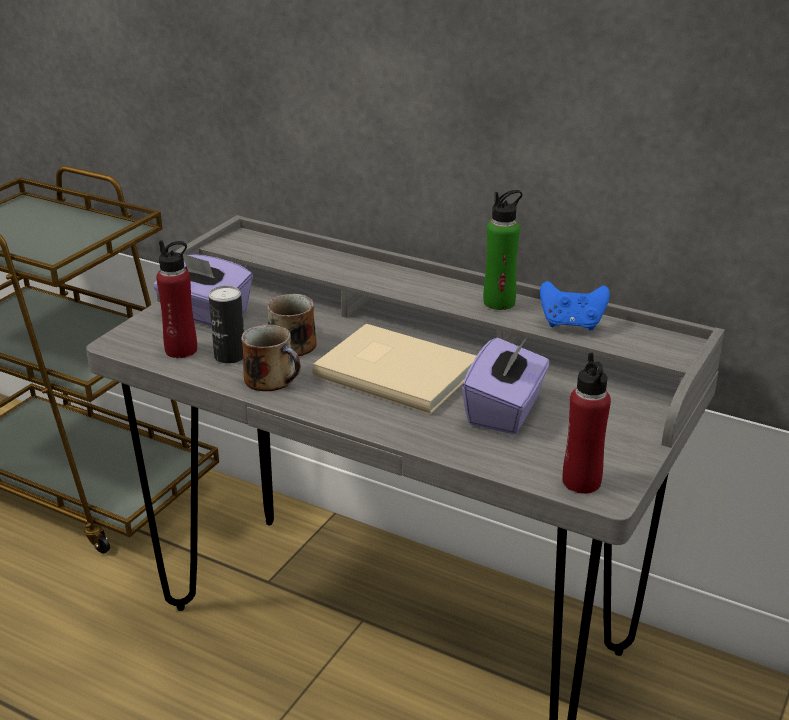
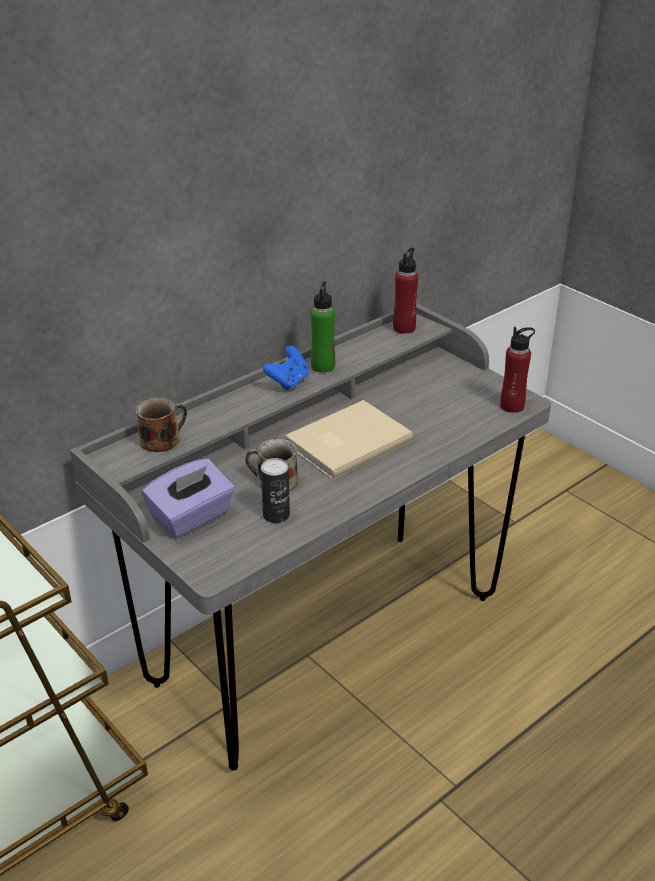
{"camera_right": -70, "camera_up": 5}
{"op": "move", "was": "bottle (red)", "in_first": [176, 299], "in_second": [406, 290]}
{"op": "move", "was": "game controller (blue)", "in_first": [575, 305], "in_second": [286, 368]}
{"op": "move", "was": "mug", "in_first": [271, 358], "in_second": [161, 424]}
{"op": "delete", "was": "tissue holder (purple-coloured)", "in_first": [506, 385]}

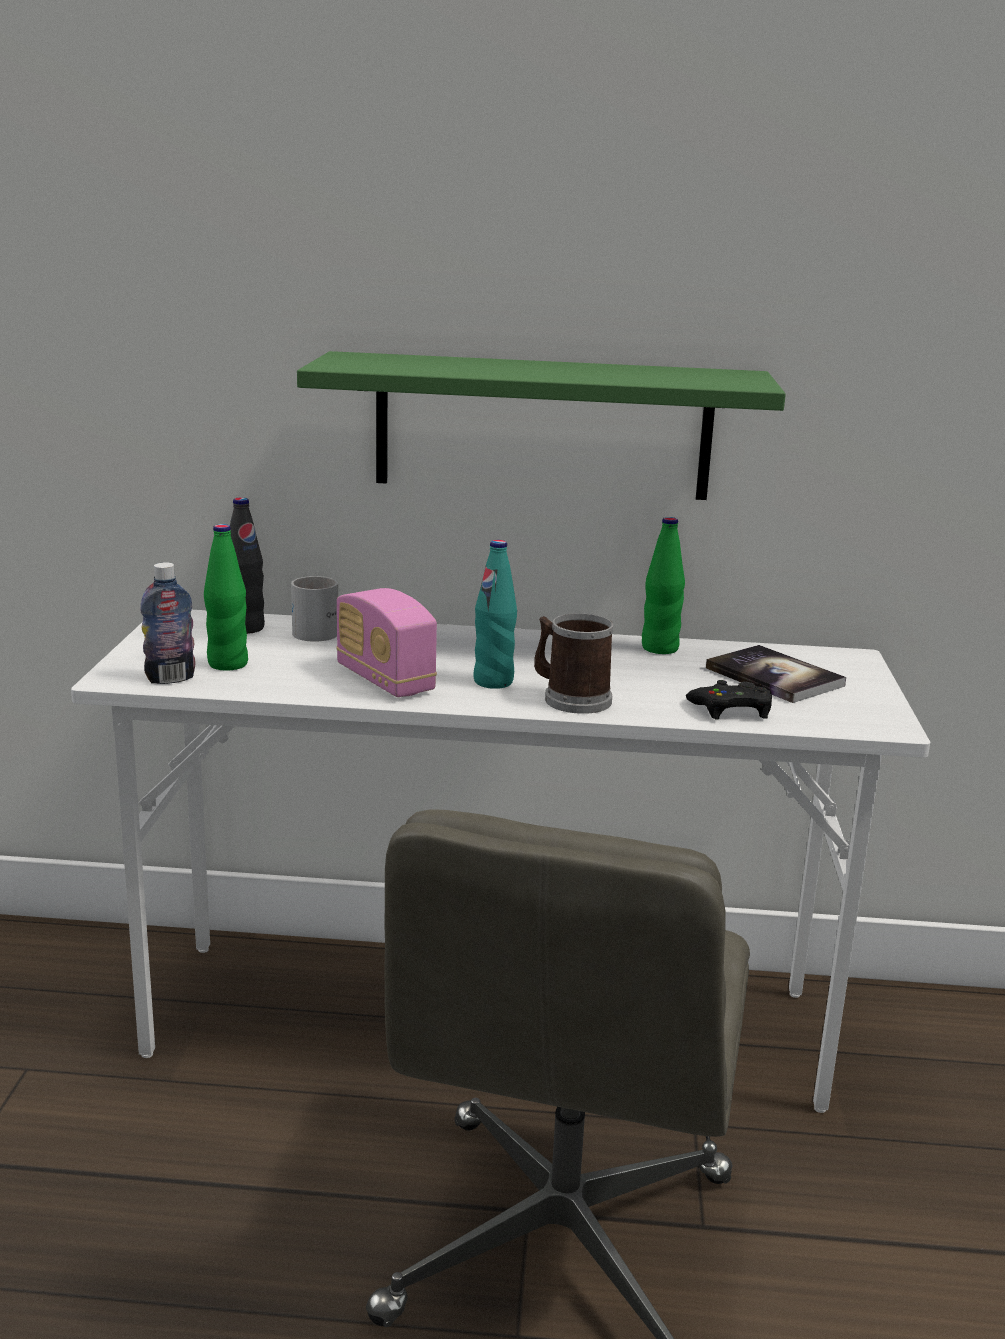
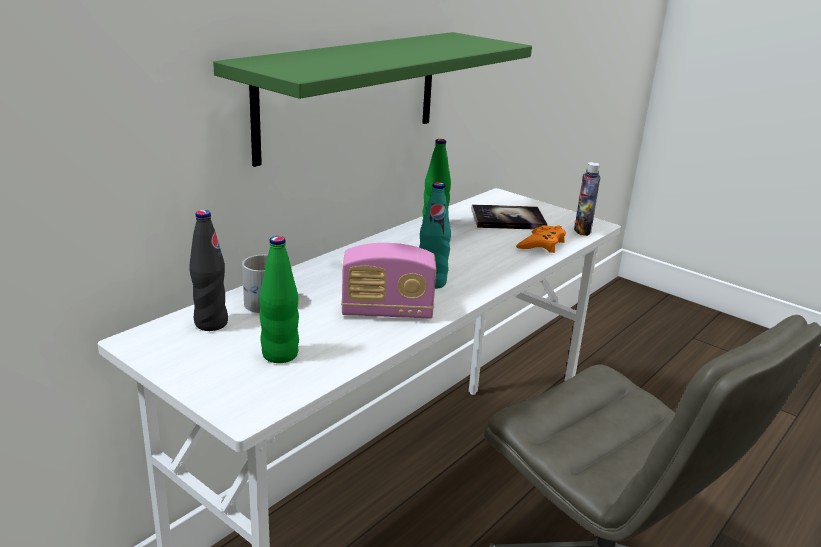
{"camera_right": -55, "camera_up": 5}
{"op": "move", "was": "bottle", "in_first": [167, 623], "in_second": [587, 199]}
{"op": "delete", "was": "mug", "in_first": [573, 663]}
{"op": "recolor", "was": "game controller (black)", "now": "game controller (orange)", "in_first": [729, 699], "in_second": [541, 239]}

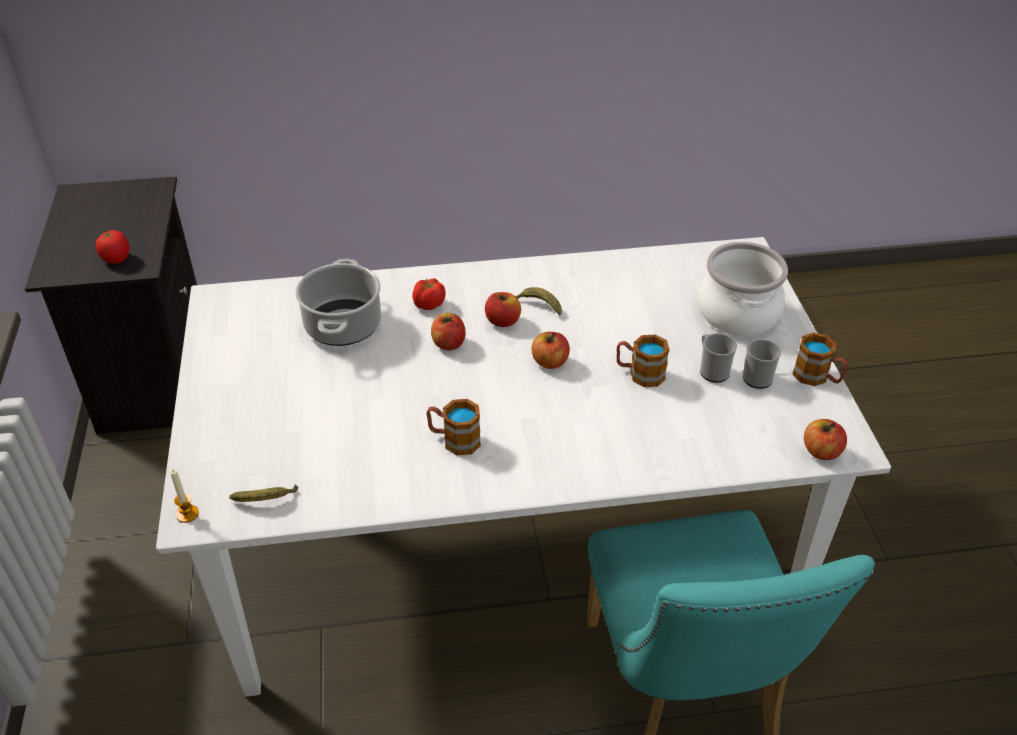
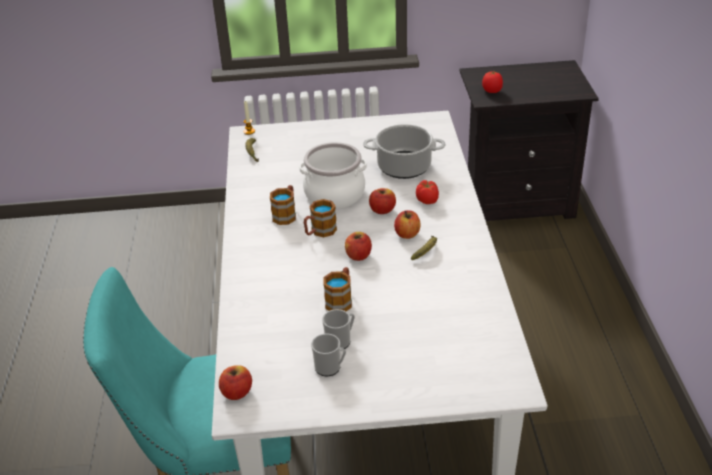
{"camera_right": 95, "camera_up": -5}
{"op": "move", "was": "stockpot", "in_first": [742, 289], "in_second": [333, 175]}
{"op": "move", "was": "mug", "in_first": [820, 359], "in_second": [320, 218]}

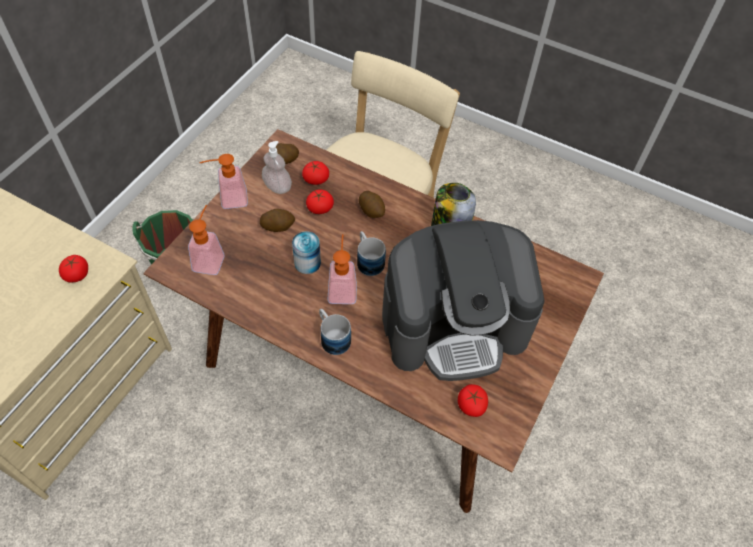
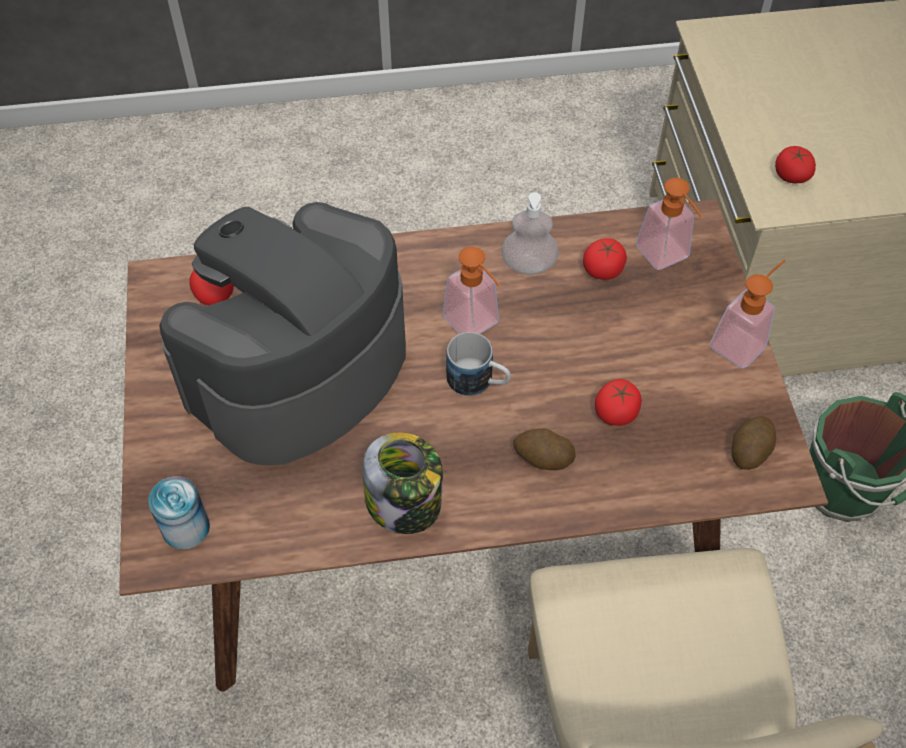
{"camera_right": 145, "camera_up": 0}
{"op": "move", "was": "soap dispenser", "in_first": [277, 167], "in_second": [530, 233]}
{"op": "move", "was": "fresh tomato", "in_first": [315, 173], "in_second": [605, 259]}
{"op": "delete", "was": "spud", "in_first": [277, 220]}
{"op": "move", "was": "metal can", "in_first": [306, 252], "in_second": [179, 513]}
{"op": "delete", "was": "mug", "in_first": [335, 332]}

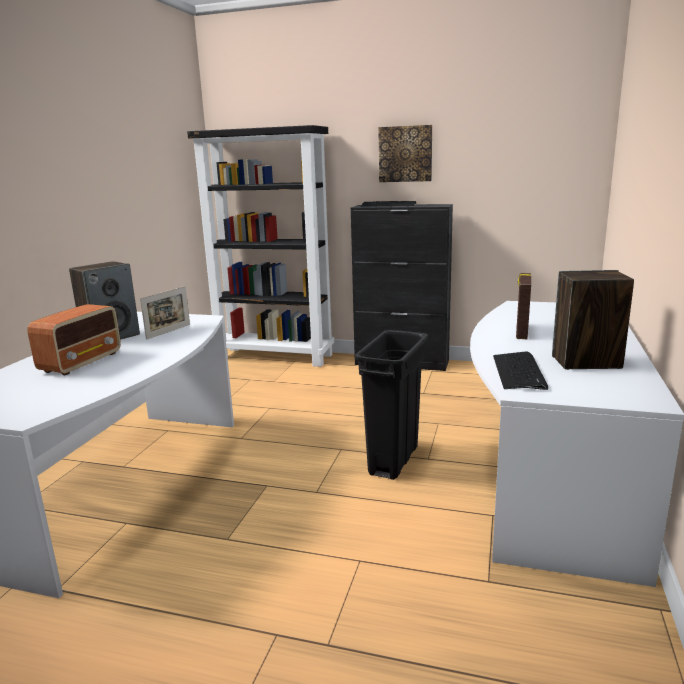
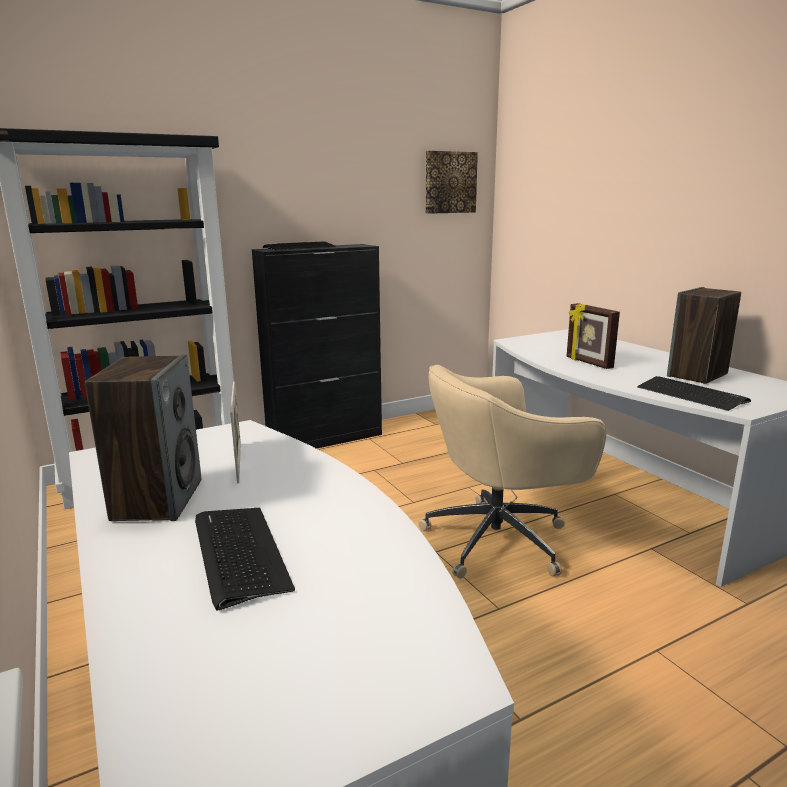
{"camera_right": -45, "camera_up": 0}
{"op": "move", "was": "wall art", "in_first": [405, 153], "in_second": [451, 182]}
{"op": "replace", "was": "radio set", "now": "keyboard", "in_first": [74, 339], "in_second": [245, 559]}
{"op": "replace", "was": "trash can (black)", "now": "office chair (beige)", "in_first": [391, 405], "in_second": [512, 471]}

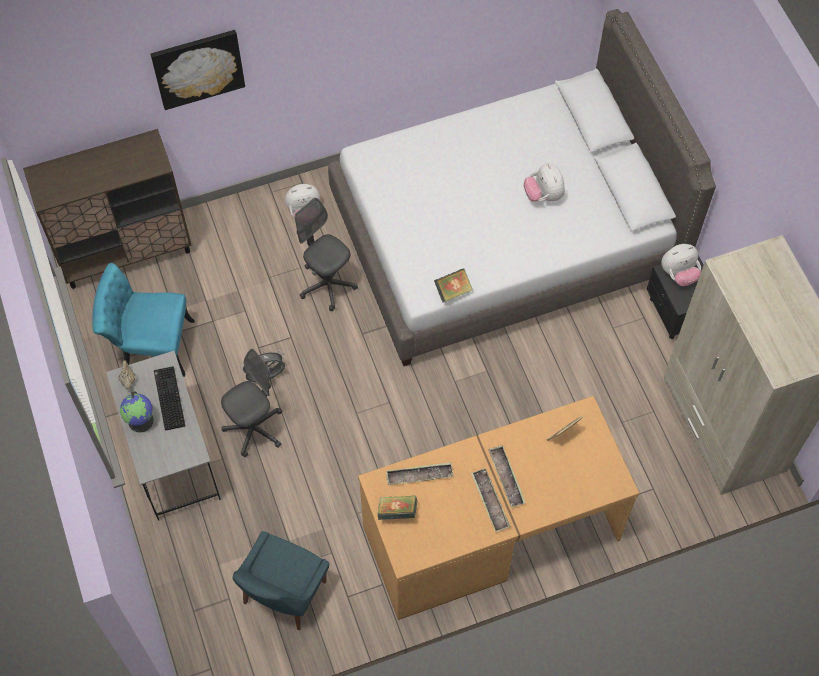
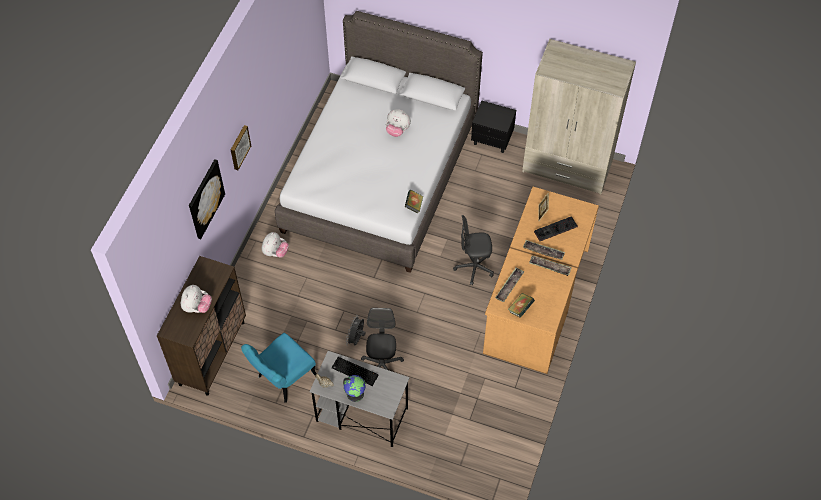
{"camera_right": -50, "camera_up": -5}
{"op": "move", "was": "office chair (greyish)", "in_first": [326, 254], "in_second": [473, 250]}
{"op": "move", "was": "soft toy", "in_first": [681, 265], "in_second": [196, 299]}
{"op": "delete", "was": "plain chair (blue)", "in_first": [281, 580]}
{"op": "insert", "now": "wall art", "in_second": [241, 147]}
{"op": "insert", "now": "keyboard", "in_second": [556, 228]}

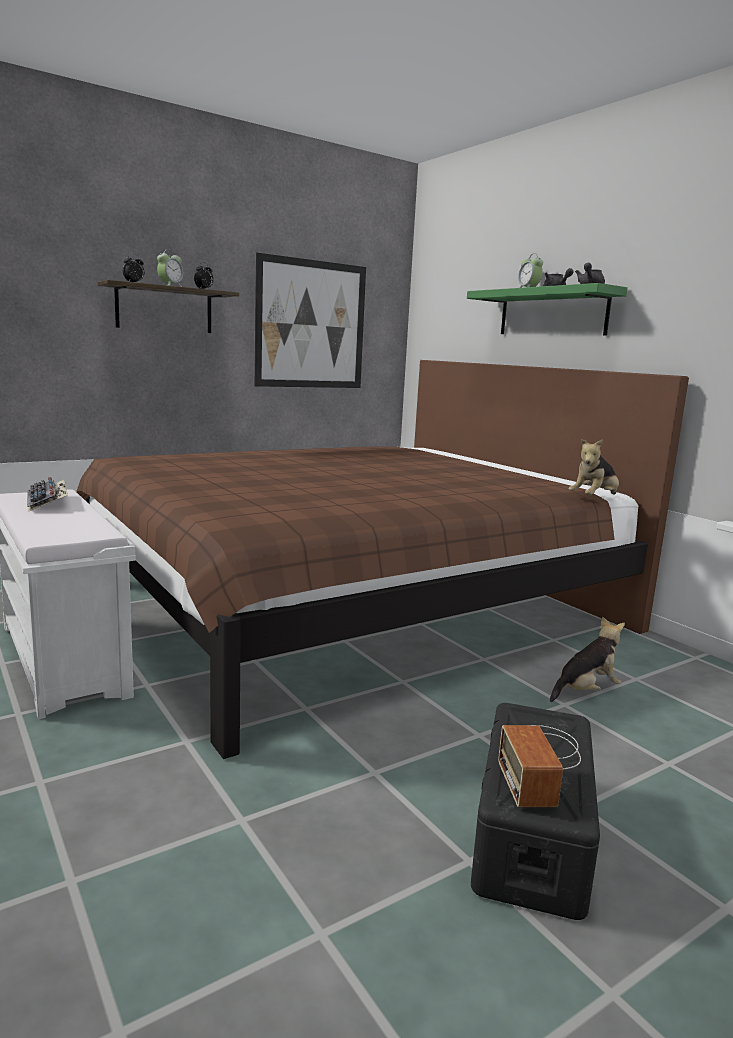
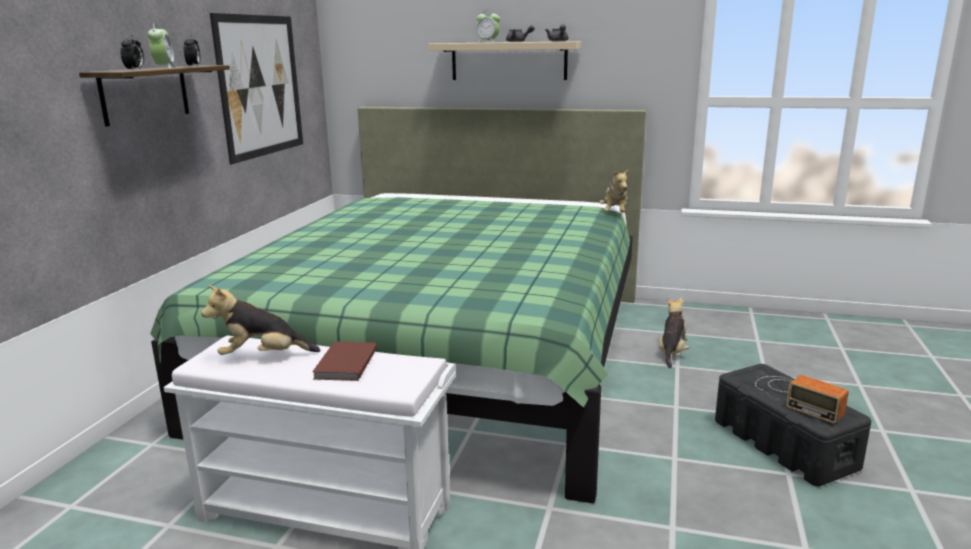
{"camera_right": -40, "camera_up": 5}
{"op": "recolor", "was": "wall shelf (green-coloured)", "now": "wall shelf (beige)", "in_first": [547, 309], "in_second": [505, 60]}
{"op": "recolor", "was": "bedroom bed (brownish)", "now": "bedroom bed (green-coloured)", "in_first": [382, 559], "in_second": [398, 305]}
{"op": "replace", "was": "keyboard", "now": "soft toy", "in_first": [47, 494], "in_second": [261, 320]}
{"op": "insert", "now": "volume (brownish)", "in_second": [344, 361]}

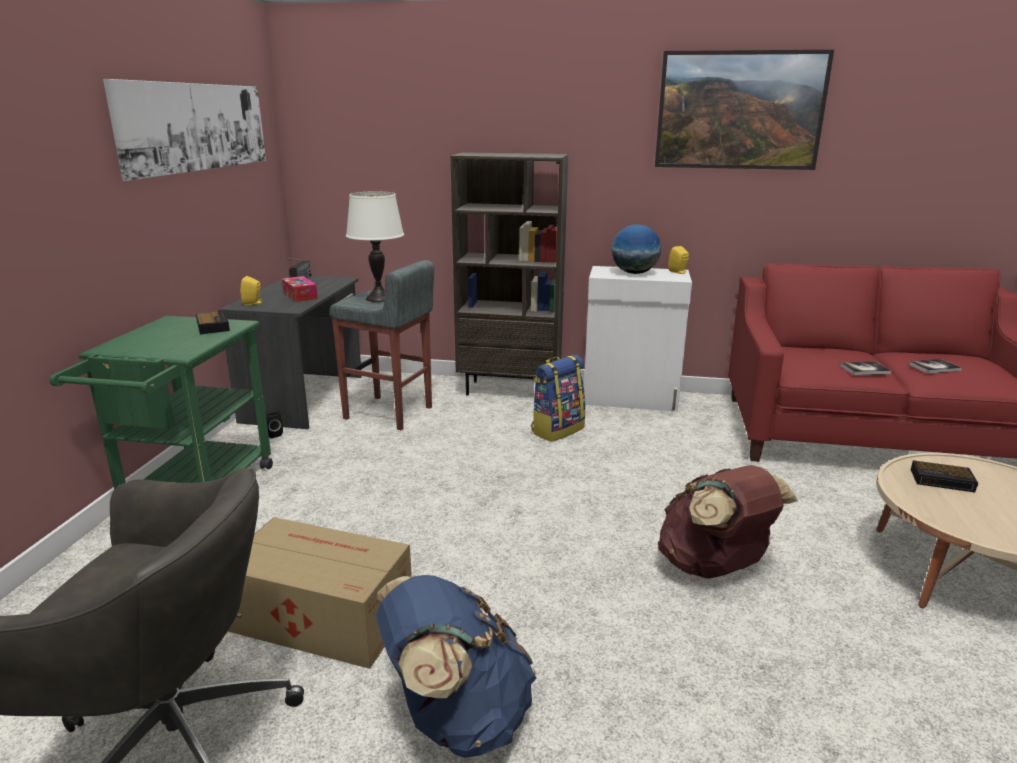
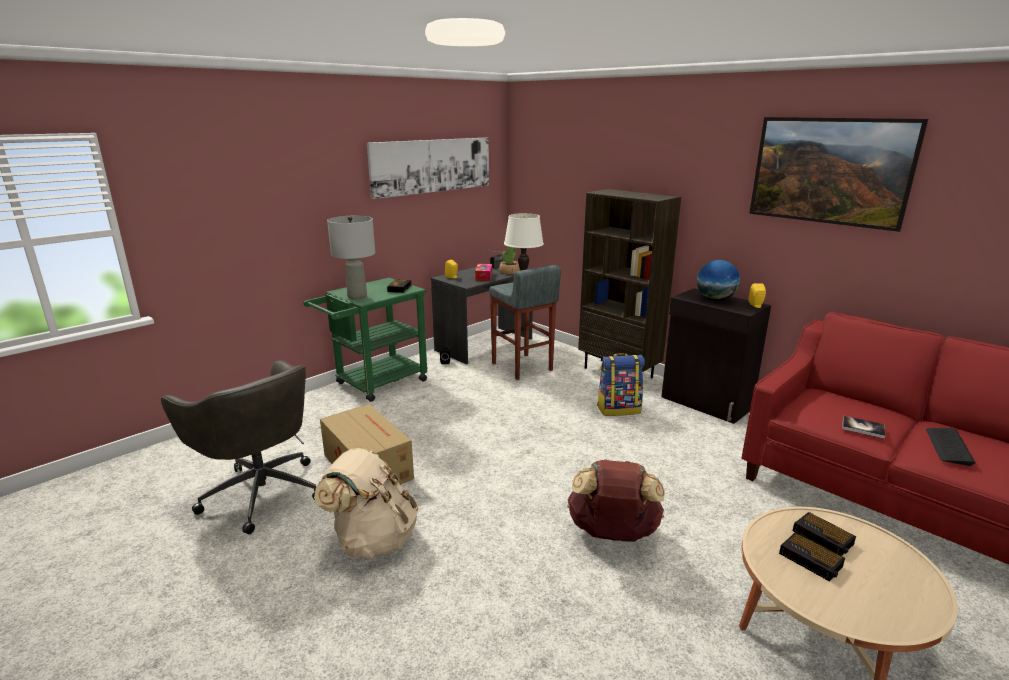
{"camera_right": 35, "camera_up": 0}
{"op": "recolor", "was": "cupboard (whitish)", "now": "cupboard (black)", "in_first": [638, 339], "in_second": [716, 356]}
{"op": "replace", "was": "volume", "now": "keyboard", "in_first": [935, 366], "in_second": [951, 447]}
{"op": "recolor", "was": "rucksack (blue)", "now": "rucksack (beige)", "in_first": [456, 666], "in_second": [366, 503]}
{"op": "insert", "now": "tabletop lamp (greyish)", "in_second": [351, 258]}
{"op": "insert", "now": "houseplant", "in_second": [509, 260]}
{"op": "insert", "now": "table clock", "in_second": [812, 557]}

